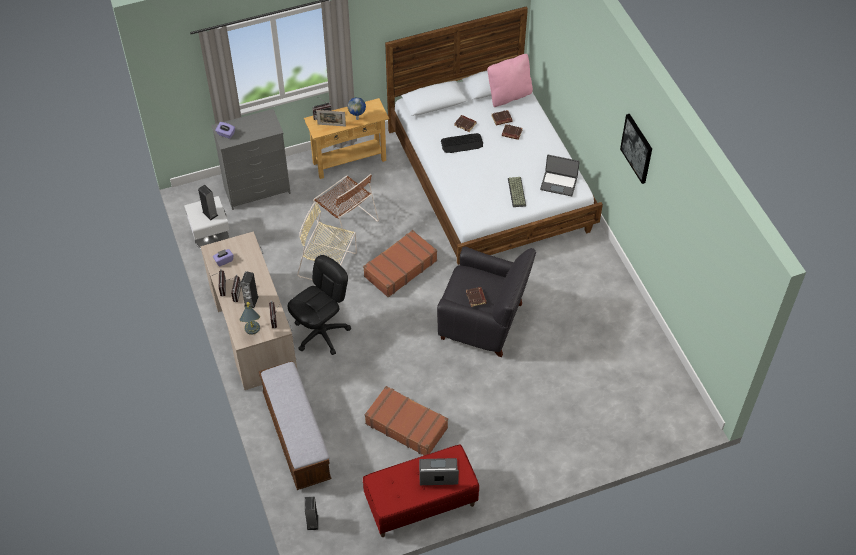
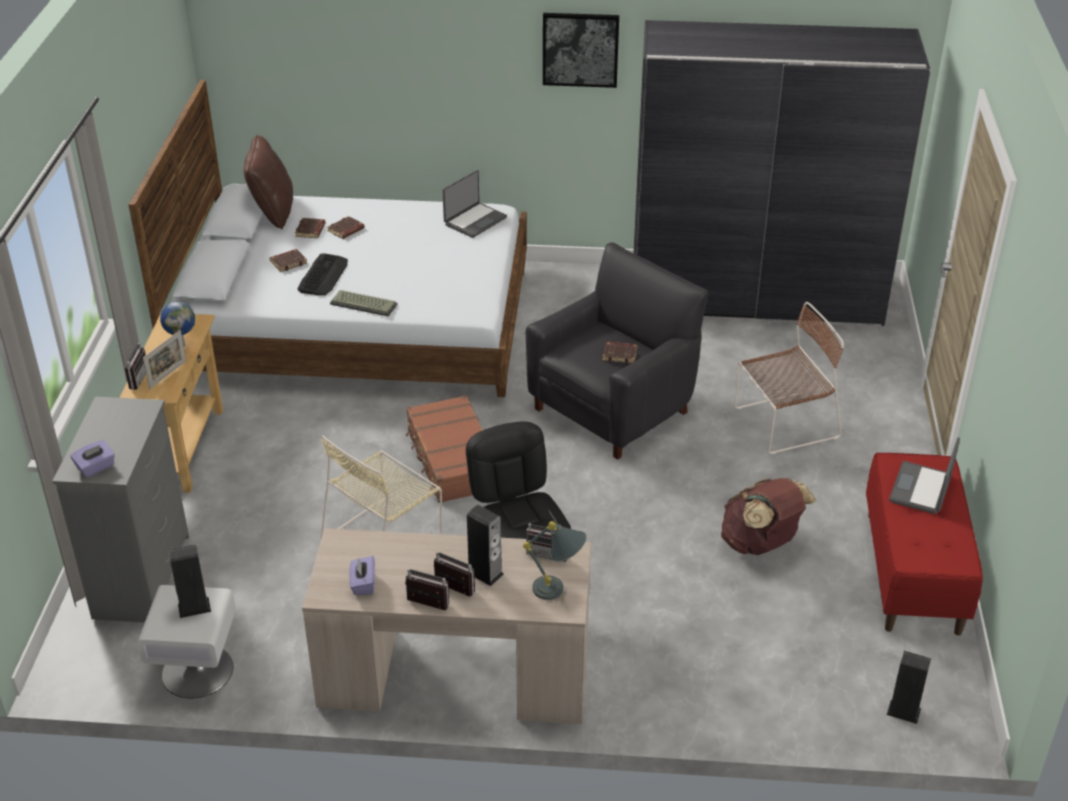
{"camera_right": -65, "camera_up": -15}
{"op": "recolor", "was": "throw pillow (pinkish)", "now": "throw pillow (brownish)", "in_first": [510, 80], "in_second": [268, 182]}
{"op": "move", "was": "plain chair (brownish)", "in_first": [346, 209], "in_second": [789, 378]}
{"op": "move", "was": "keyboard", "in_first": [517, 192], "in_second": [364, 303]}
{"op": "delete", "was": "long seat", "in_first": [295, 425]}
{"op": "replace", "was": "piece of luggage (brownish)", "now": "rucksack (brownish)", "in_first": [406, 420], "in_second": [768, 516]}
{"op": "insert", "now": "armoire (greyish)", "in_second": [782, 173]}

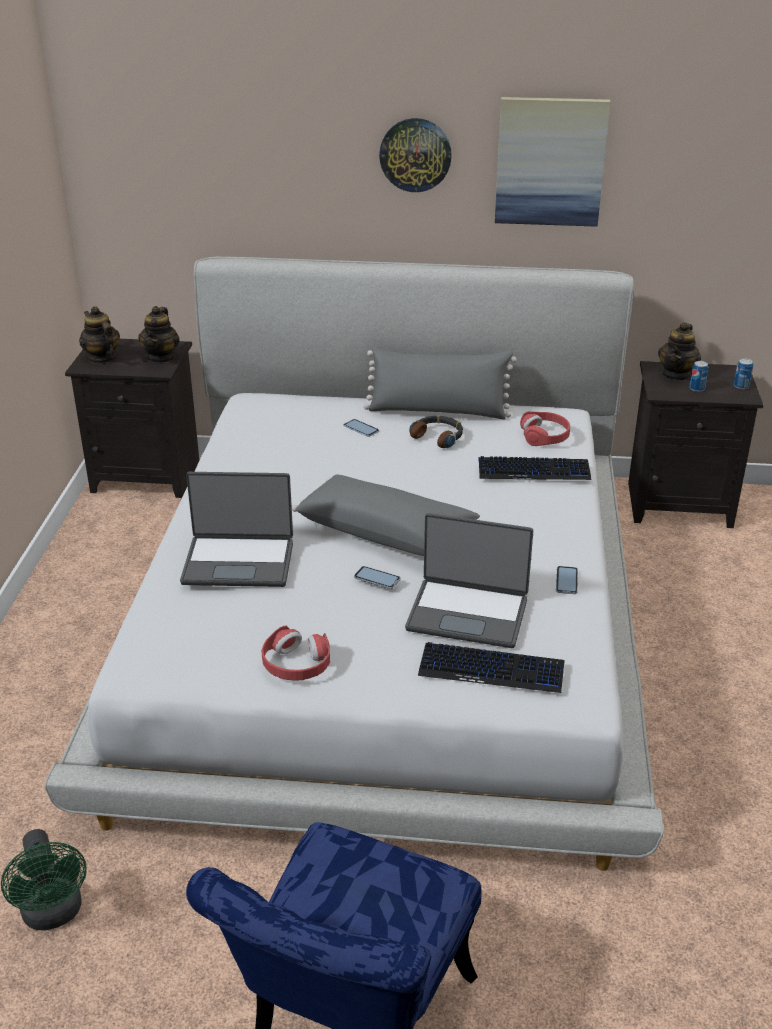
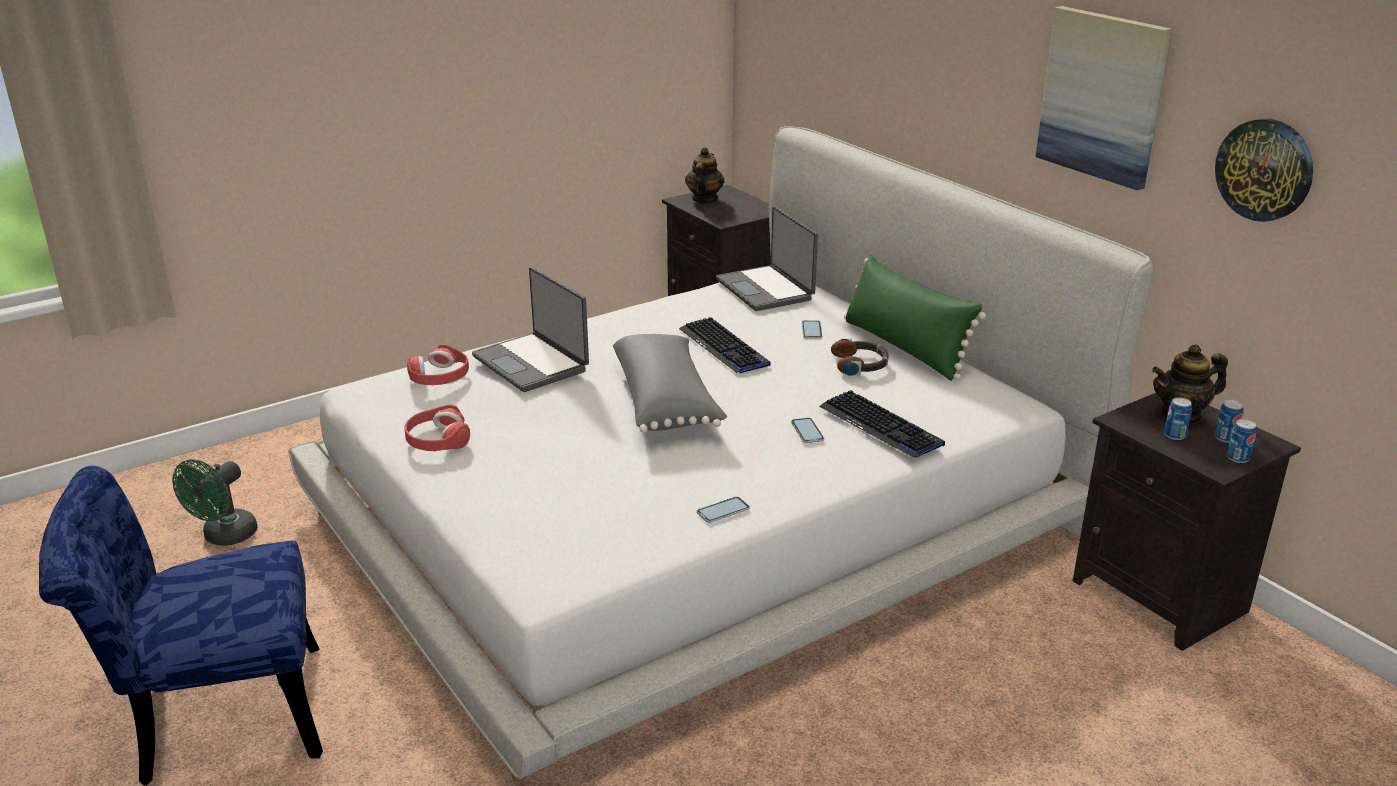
{"camera_right": 50, "camera_up": -5}
{"op": "move", "was": "wall clock", "in_first": [415, 155], "in_second": [1264, 170]}
{"op": "delete", "was": "teapot", "in_first": [159, 334]}
{"op": "recolor", "was": "throw pillow (greyish)", "now": "throw pillow (green-coloured)", "in_first": [440, 383], "in_second": [915, 318]}
{"op": "move", "was": "headphones (red)", "in_first": [545, 428], "in_second": [438, 365]}
{"op": "move", "was": "notebook computer", "in_first": [469, 580], "in_second": [767, 259]}
{"op": "move", "was": "phone", "in_first": [377, 577], "in_second": [807, 430]}
{"op": "move", "was": "keyboard", "in_first": [491, 667], "in_second": [725, 345]}
{"op": "insert", "now": "metal can", "in_second": [1229, 421]}

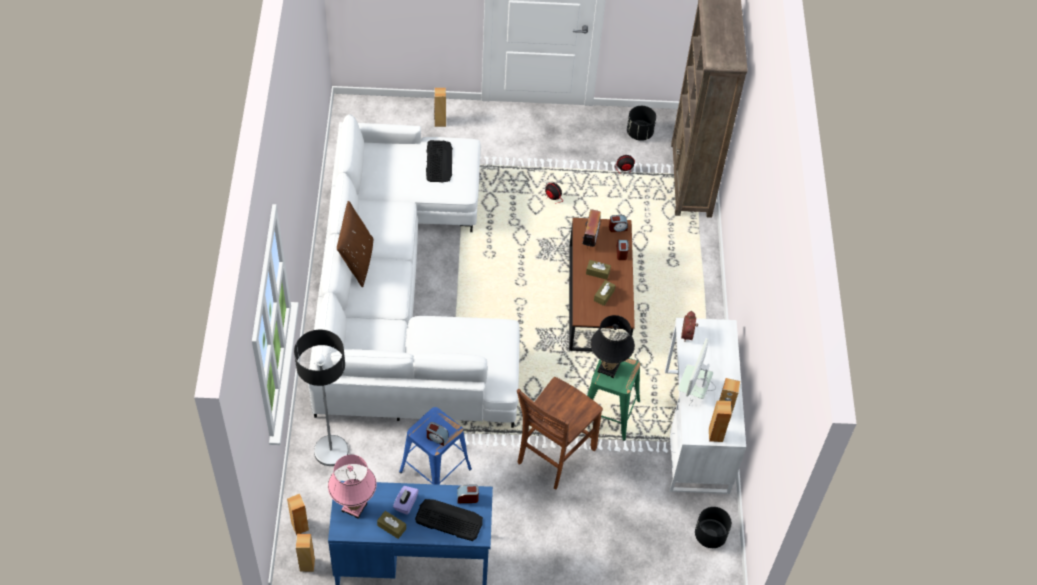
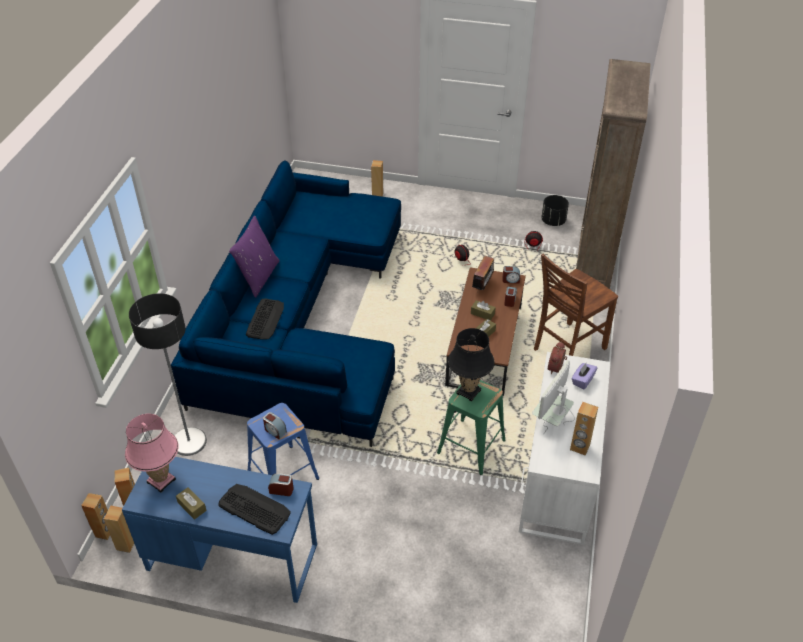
{"camera_right": 15, "camera_up": -10}
{"op": "recolor", "was": "sofa (whitish)", "now": "sofa (blue)", "in_first": [414, 271], "in_second": [286, 303]}
{"op": "move", "was": "keyboard", "in_first": [439, 161], "in_second": [265, 319]}
{"op": "recolor", "was": "throw pillow (brownish)", "now": "throw pillow (purple-coloured)", "in_first": [355, 244], "in_second": [254, 256]}
{"op": "move", "was": "plain chair (brownish)", "in_first": [560, 433], "in_second": [576, 305]}
{"op": "move", "was": "speaker (brownish)", "in_first": [720, 421], "in_second": [95, 516]}
{"op": "move", "was": "tissue holder (purple-coloured)", "in_first": [406, 500], "in_second": [584, 376]}
{"op": "delete", "was": "flower pot (black)", "in_first": [713, 527]}

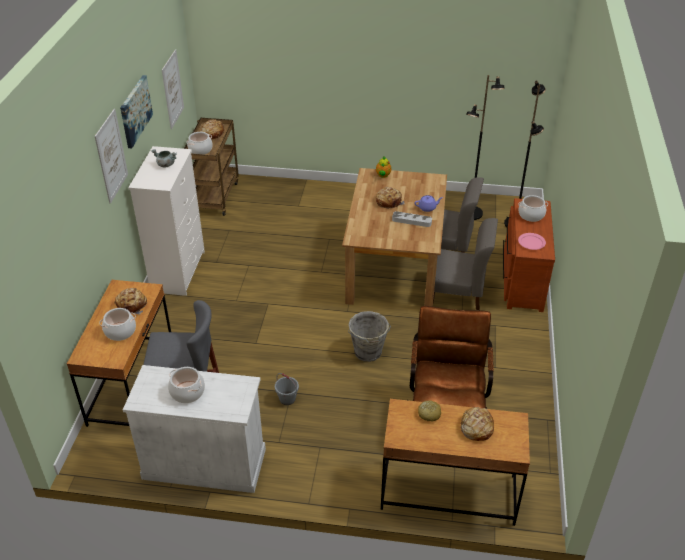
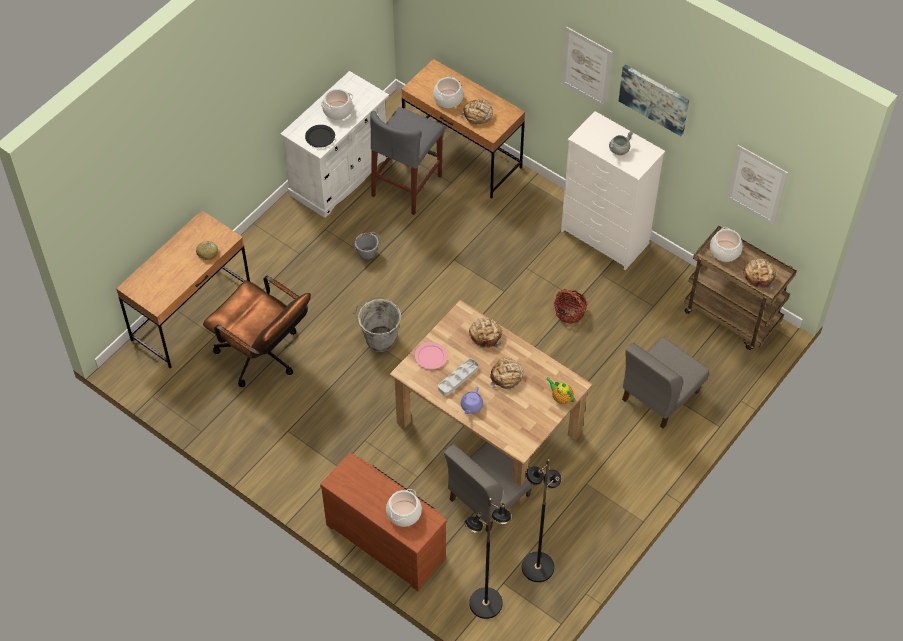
{"camera_right": 120, "camera_up": 15}
{"op": "move", "was": "plain chair (greyish)", "in_first": [465, 264], "in_second": [665, 383]}
{"op": "move", "was": "plate (pinkish)", "in_first": [532, 241], "in_second": [431, 355]}
{"op": "move", "was": "bread", "in_first": [477, 424], "in_second": [486, 332]}
{"op": "insert", "now": "plate (black)", "in_second": [320, 136]}
{"op": "insert", "now": "basket", "in_second": [571, 306]}

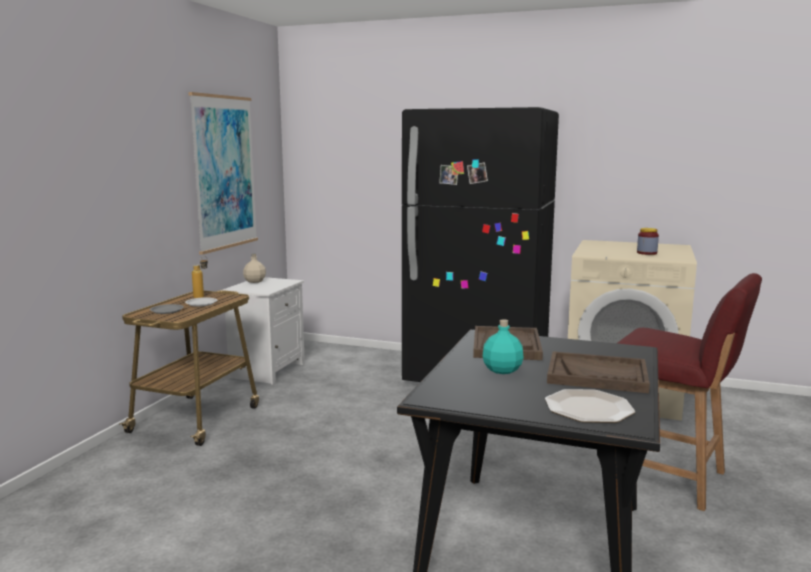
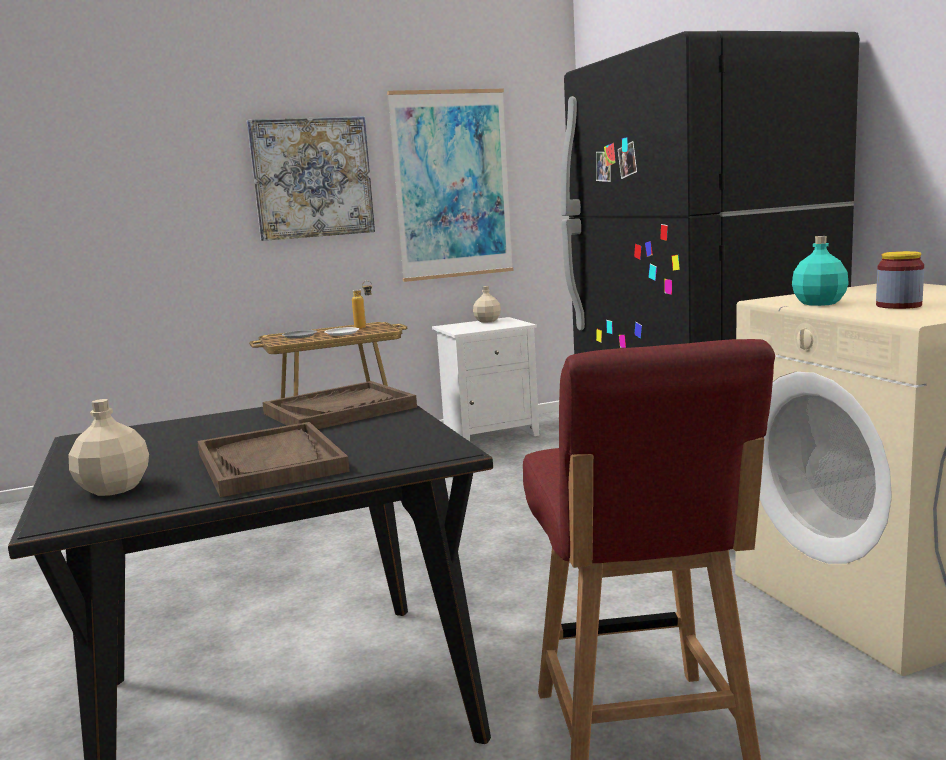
{"camera_right": 50, "camera_up": 0}
{"op": "move", "was": "bottle (turquoise-coloured)", "in_first": [503, 346], "in_second": [820, 271]}
{"op": "replace", "was": "plate", "now": "bottle (beige)", "in_first": [590, 406], "in_second": [108, 447]}
{"op": "insert", "now": "wall art", "in_second": [311, 178]}

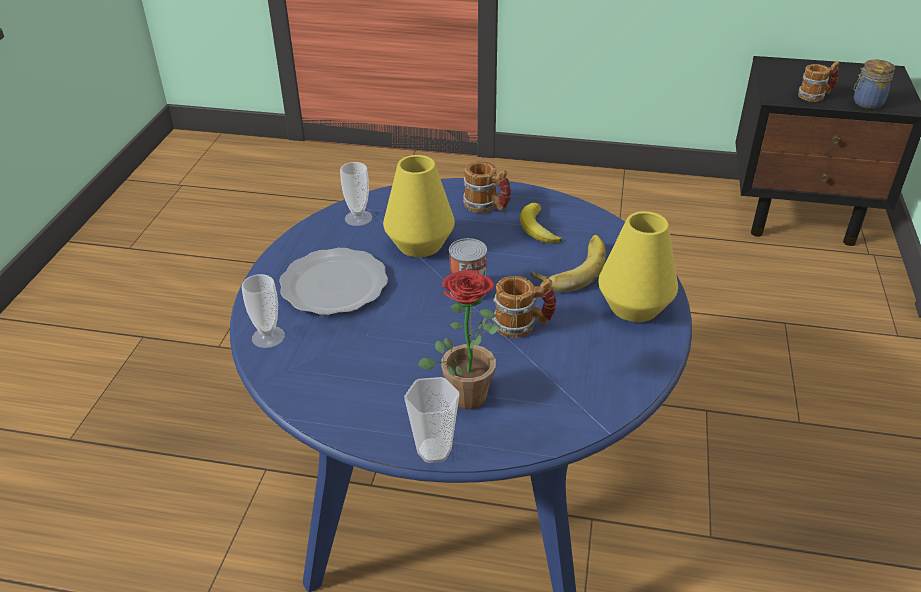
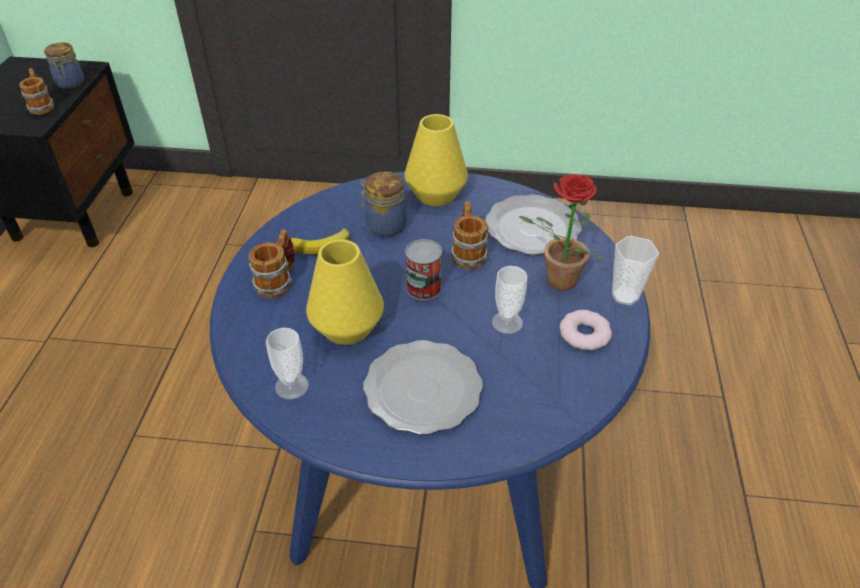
{"camera_right": -95, "camera_up": 5}
{"op": "replace", "was": "banana", "now": "jar", "in_first": [568, 263], "in_second": [383, 204]}
{"op": "move", "was": "drinking cup", "in_first": [263, 311], "in_second": [510, 300]}
{"op": "insert", "now": "plate", "in_second": [533, 225]}
{"op": "insert", "now": "donut", "in_second": [586, 330]}

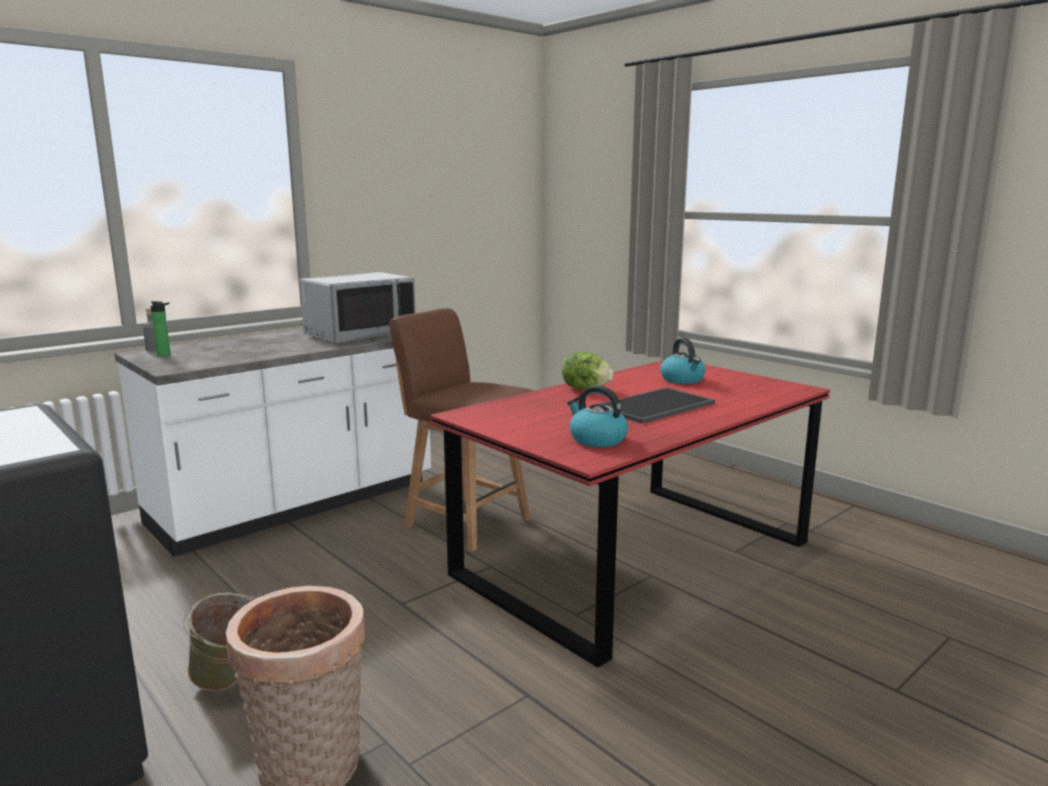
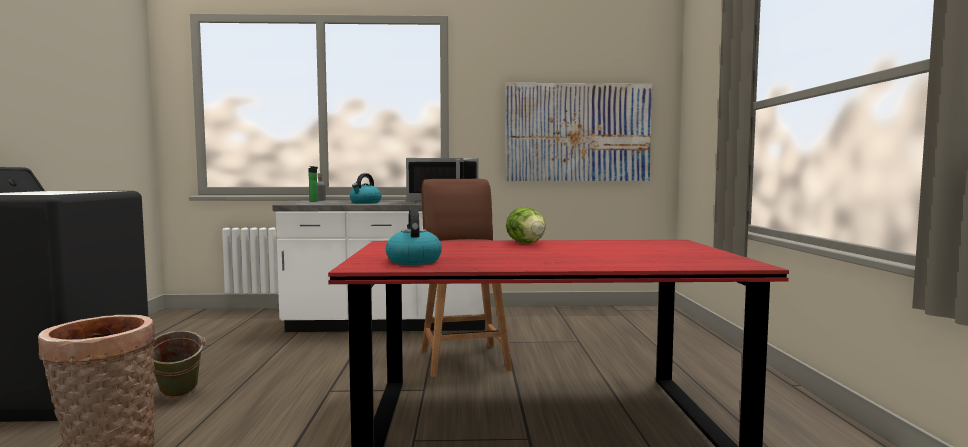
{"camera_right": 40, "camera_up": -10}
{"op": "move", "was": "tea kettle", "in_first": [683, 361], "in_second": [365, 188]}
{"op": "delete", "was": "tray", "in_first": [655, 405]}
{"op": "insert", "now": "wall art", "in_second": [578, 132]}

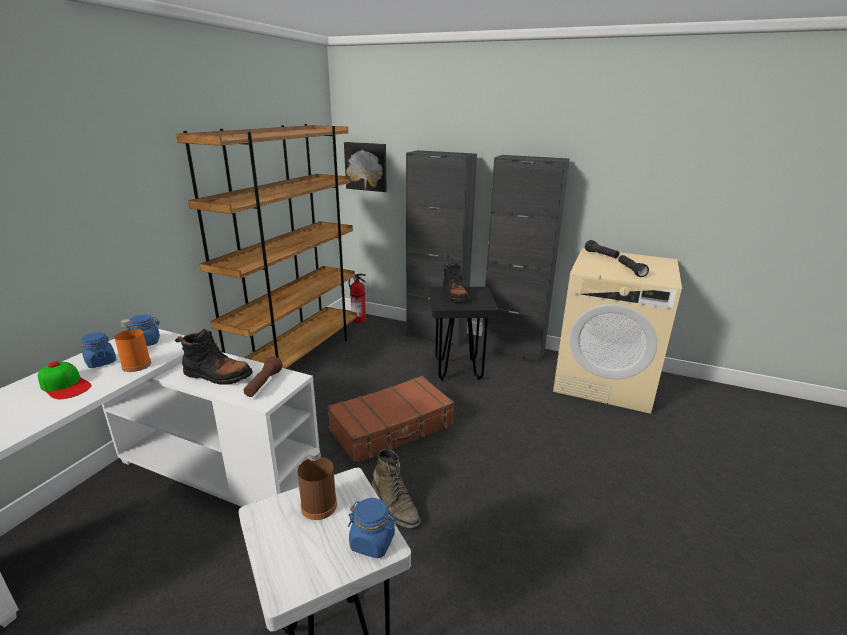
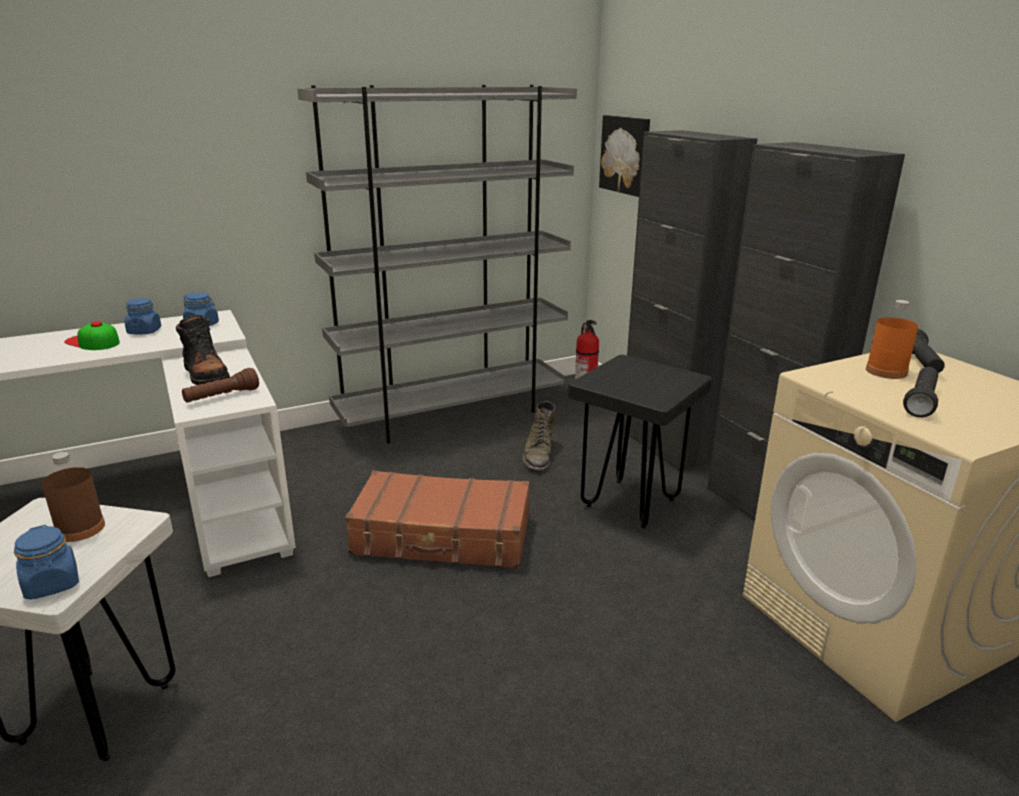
{"camera_right": 40, "camera_up": 0}
{"op": "recolor", "was": "bookshelf (brownish)", "now": "bookshelf (greyish)", "in_first": [266, 246], "in_second": [437, 264]}
{"op": "delete", "was": "high-top boot (black)", "in_first": [455, 282]}
{"op": "move", "was": "bottle (orange)", "in_first": [132, 345], "in_second": [892, 339]}
{"op": "rotate", "was": "peaked cap", "in_first": [64, 380], "in_second": [92, 335], "clockwise": 135}
{"op": "move", "was": "high-top boot (green-coloured)", "in_first": [396, 488], "in_second": [538, 436]}

